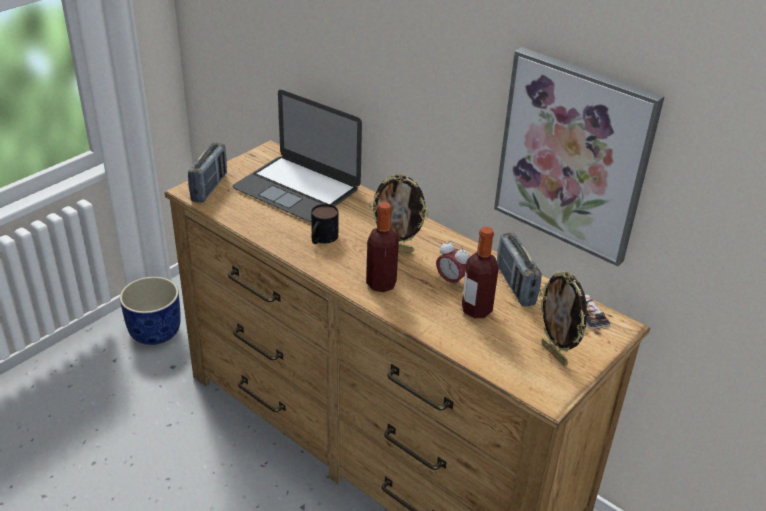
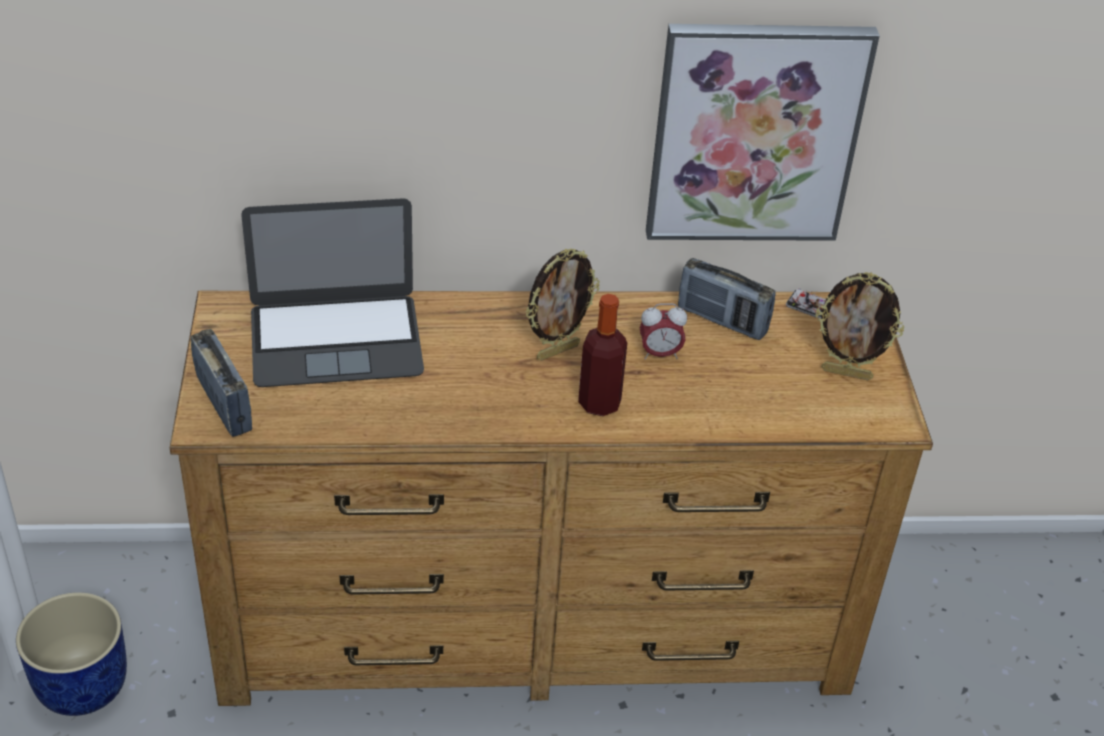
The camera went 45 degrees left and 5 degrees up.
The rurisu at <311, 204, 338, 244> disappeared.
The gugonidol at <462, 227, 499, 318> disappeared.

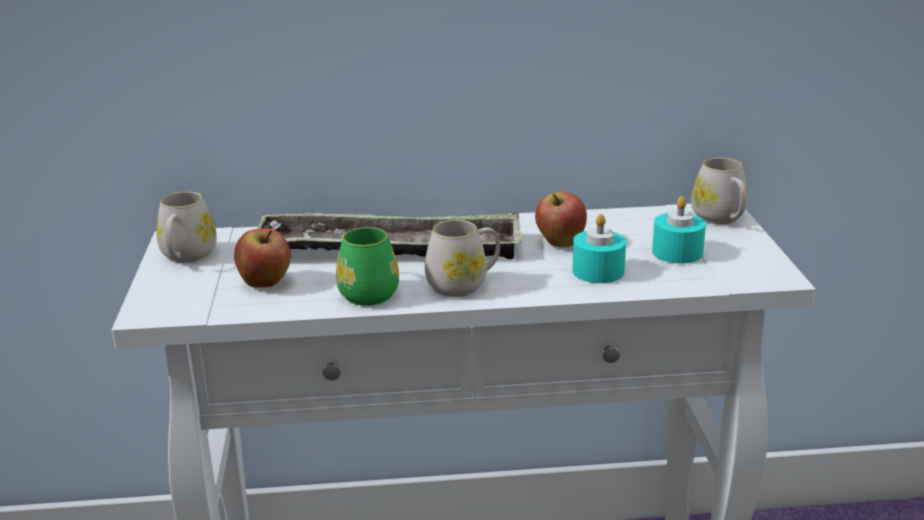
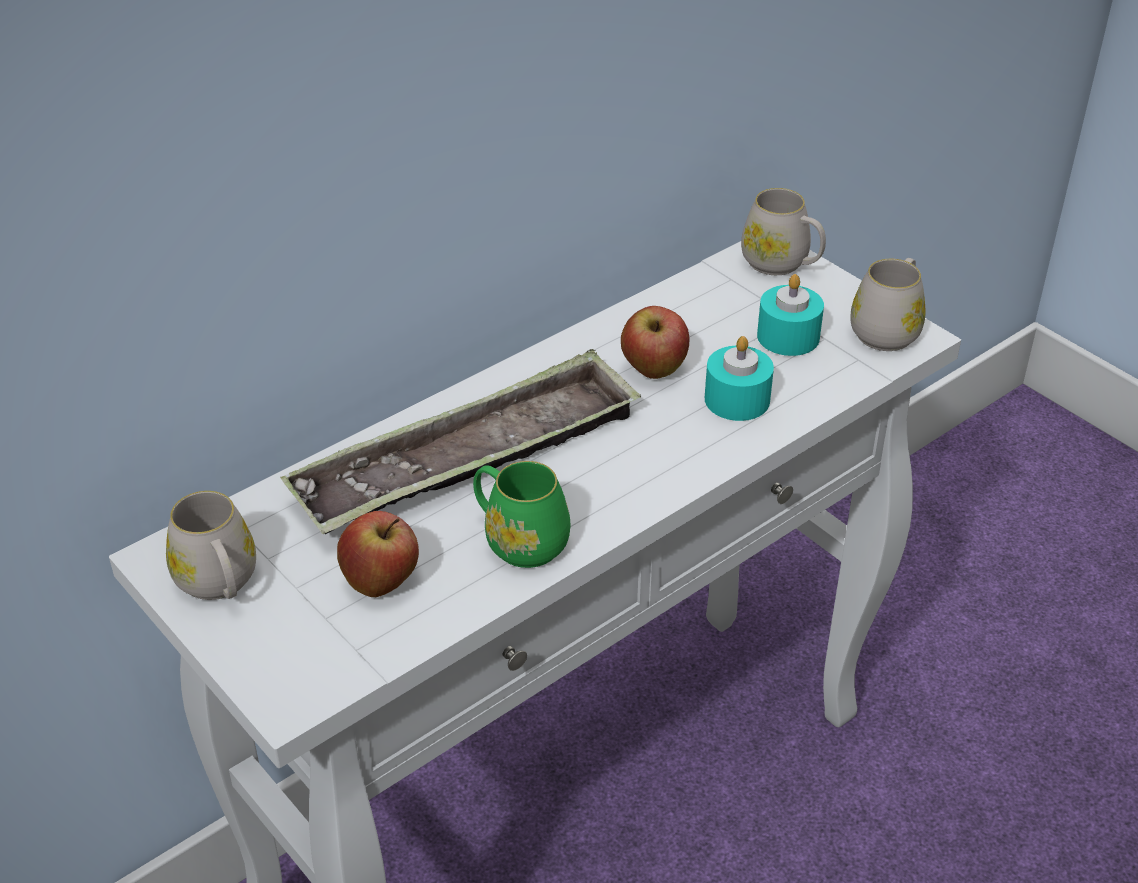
The camera went 35 degrees left and 15 degrees up.
The white rurisu moved from <425, 220, 500, 297> to <850, 258, 926, 351>.

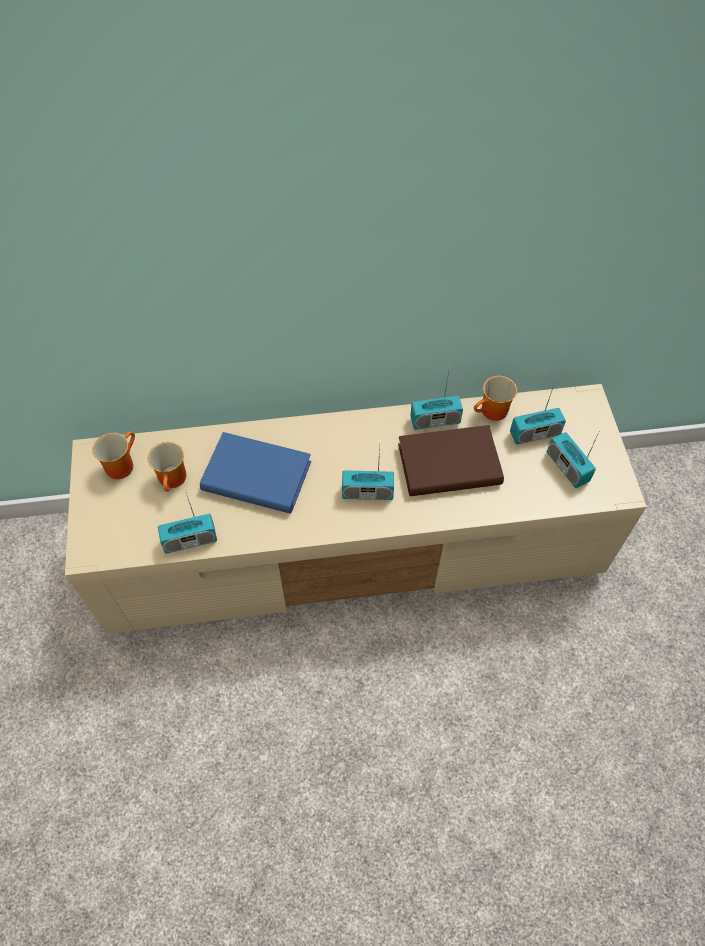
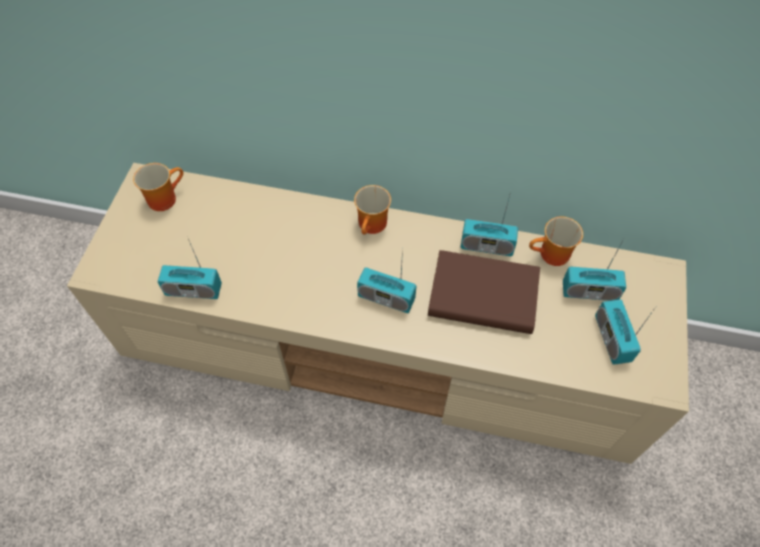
The camera went 20 degrees right and 0 degrees up.
The rurisu moved from <148, 442, 186, 492> to <354, 185, 391, 234>.
The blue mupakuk at <200, 432, 311, 513> disappeared.

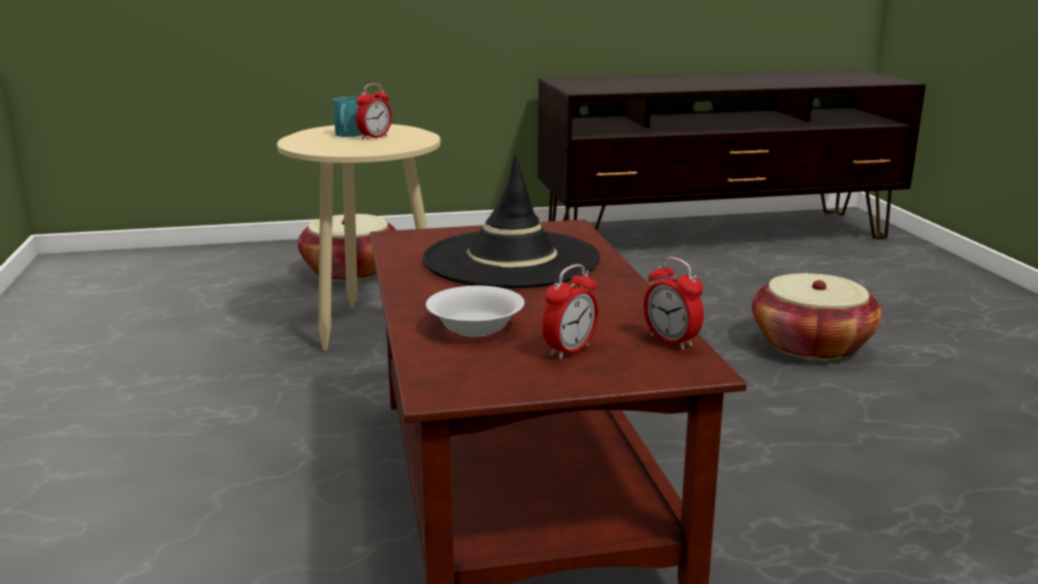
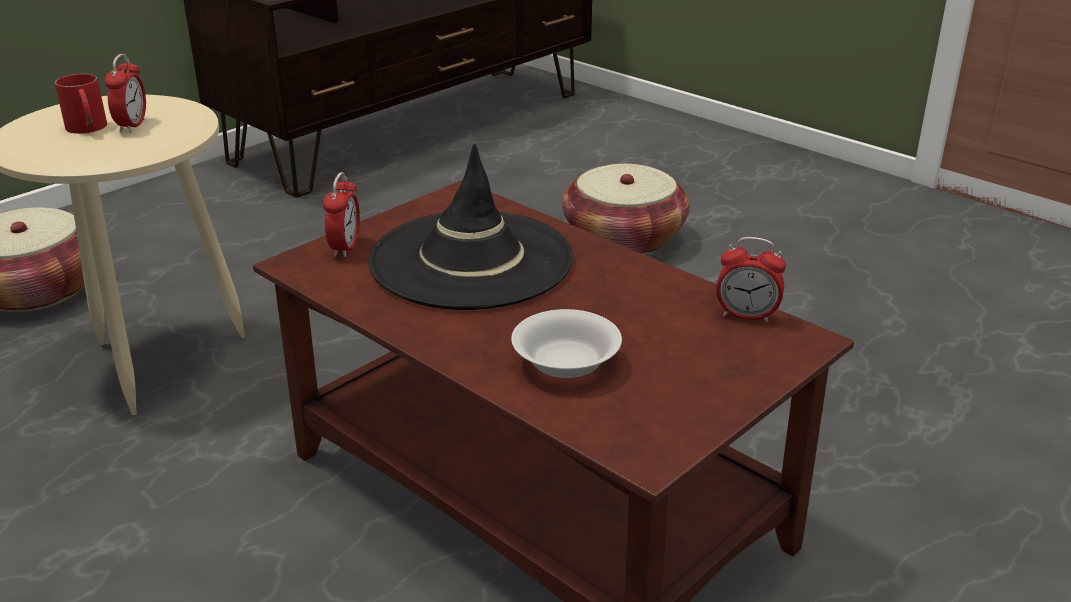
The camera went 35 degrees left and 10 degrees up.
The turquoise rurisu at <333, 97, 363, 137> became the red rurisu at <55, 74, 107, 134>.
The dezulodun moved from <542, 264, 599, 359> to <323, 172, 360, 258>.

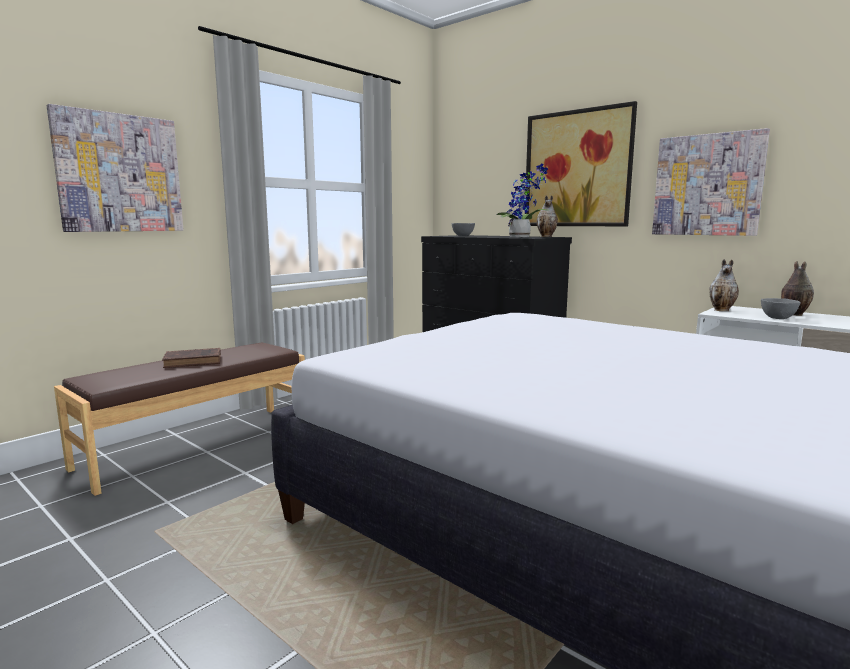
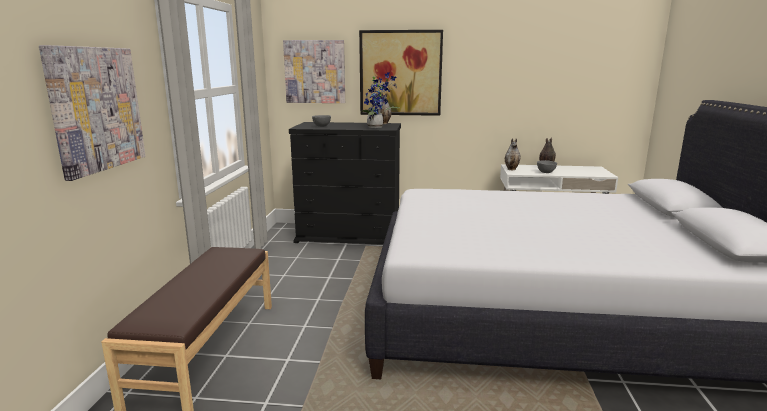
The camera went 35 degrees left and 5 degrees up.
The brown mupakuk at <162, 348, 221, 368> disappeared.
The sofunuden moved from <652, 128, 770, 236> to <283, 40, 345, 103>.

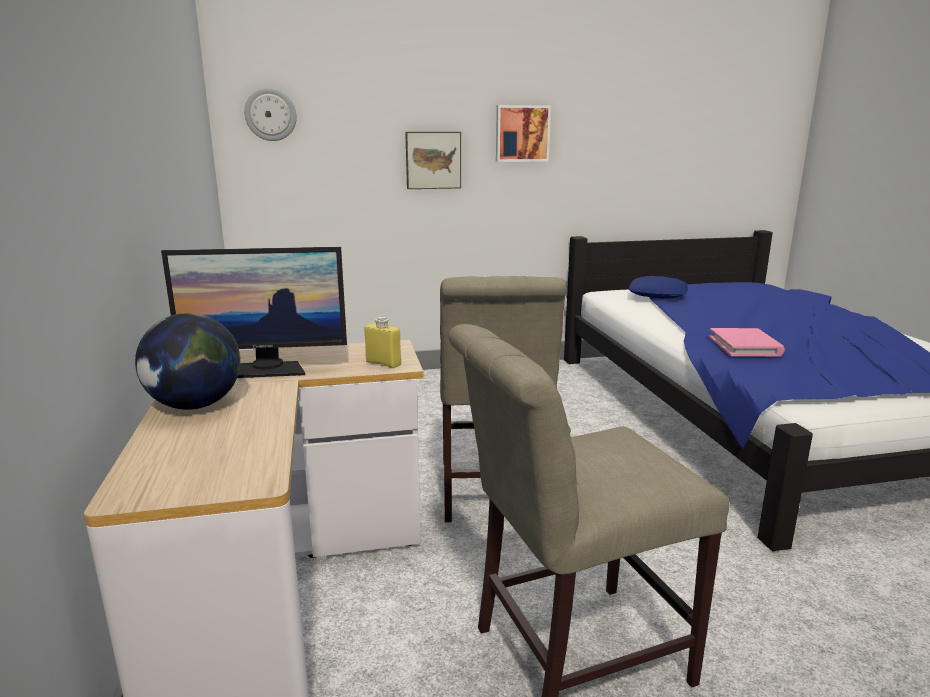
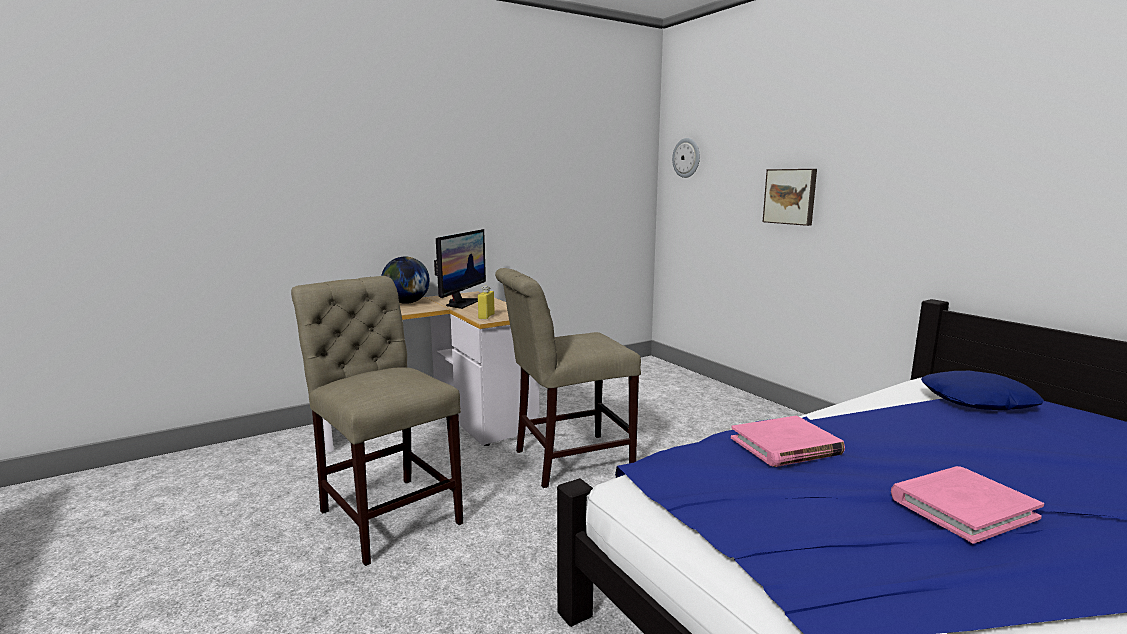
The camera went 70 degrees right and 5 degrees down.
The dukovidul at <161, 247, 347, 378> turned 135 degrees counterclockwise.
The sofunuden at <496, 105, 551, 162> disappeared.
The pink mupakuk at <891, 466, 1044, 544> appeared.

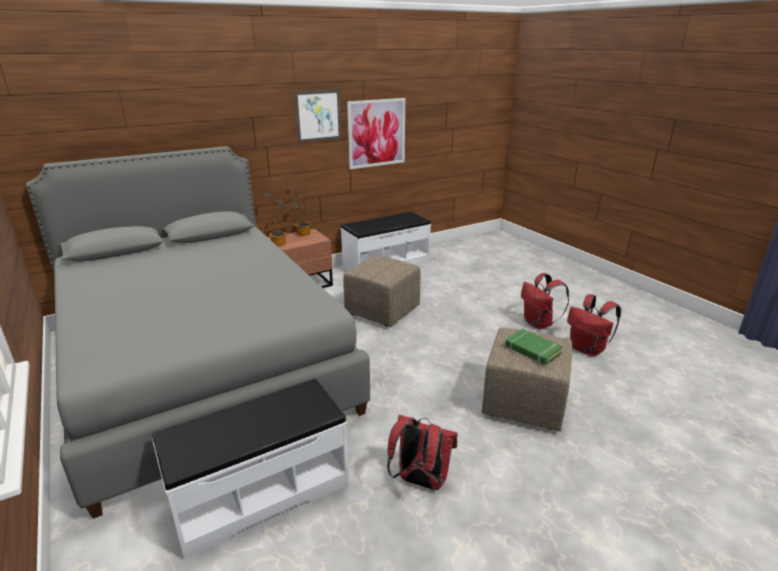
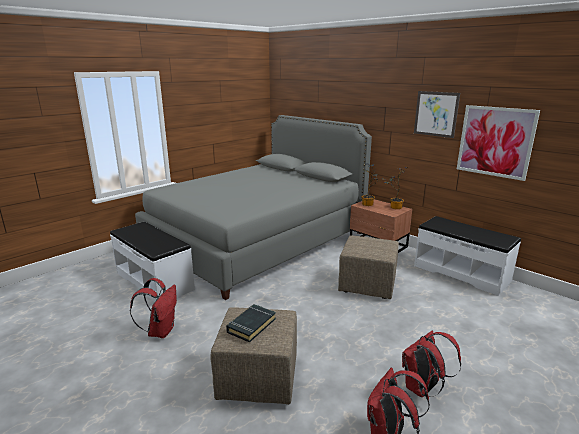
The camera went 75 degrees right and 5 degrees down.
The green mupakuk at <505, 329, 563, 365> became the black mupakuk at <226, 304, 276, 343>.

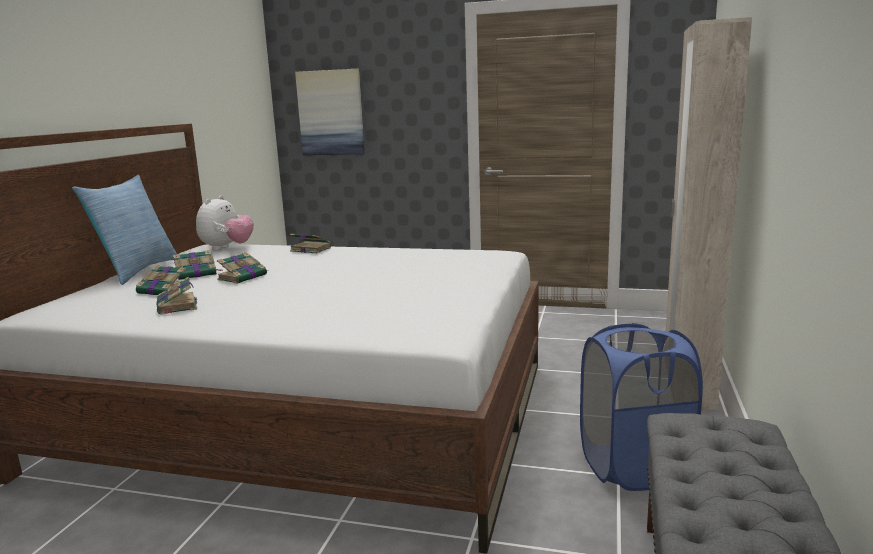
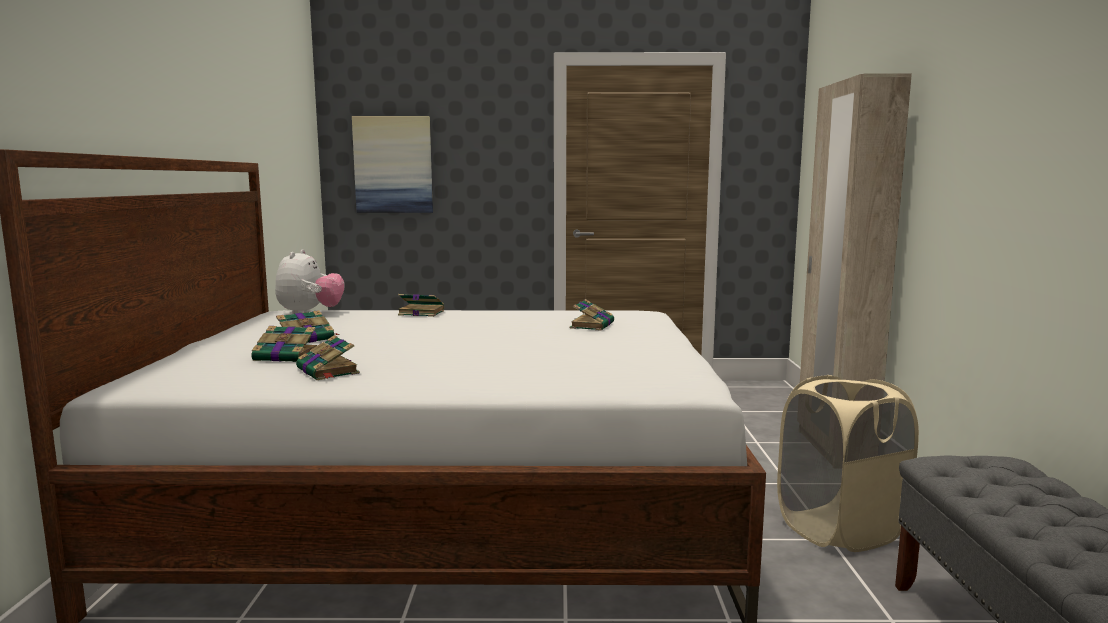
The camera went 15 degrees left and 5 degrees down.
The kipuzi at <72, 175, 177, 285> disappeared.
The mupakuk moved from <217, 252, 269, 284> to <570, 299, 614, 331>.
The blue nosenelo at <580, 323, 703, 491> became the beige nosenelo at <777, 375, 919, 552>.

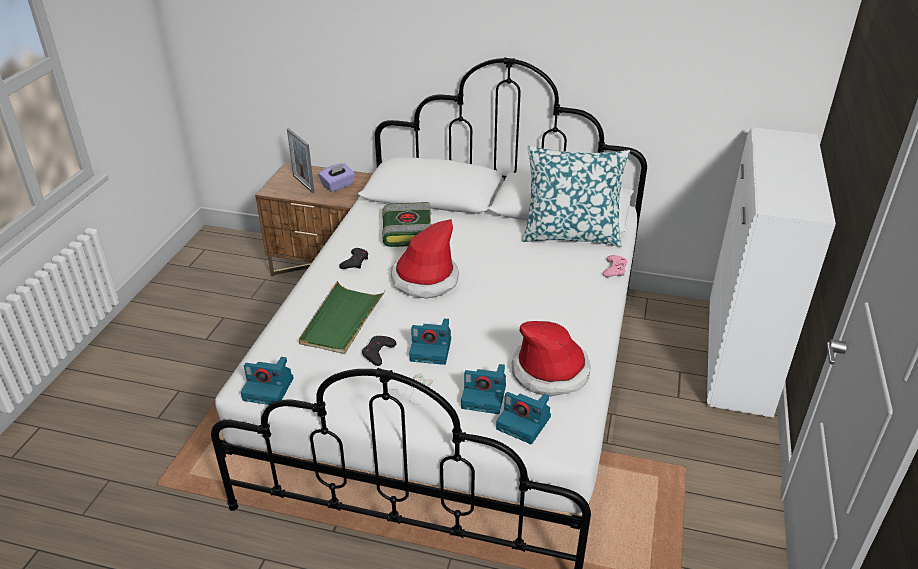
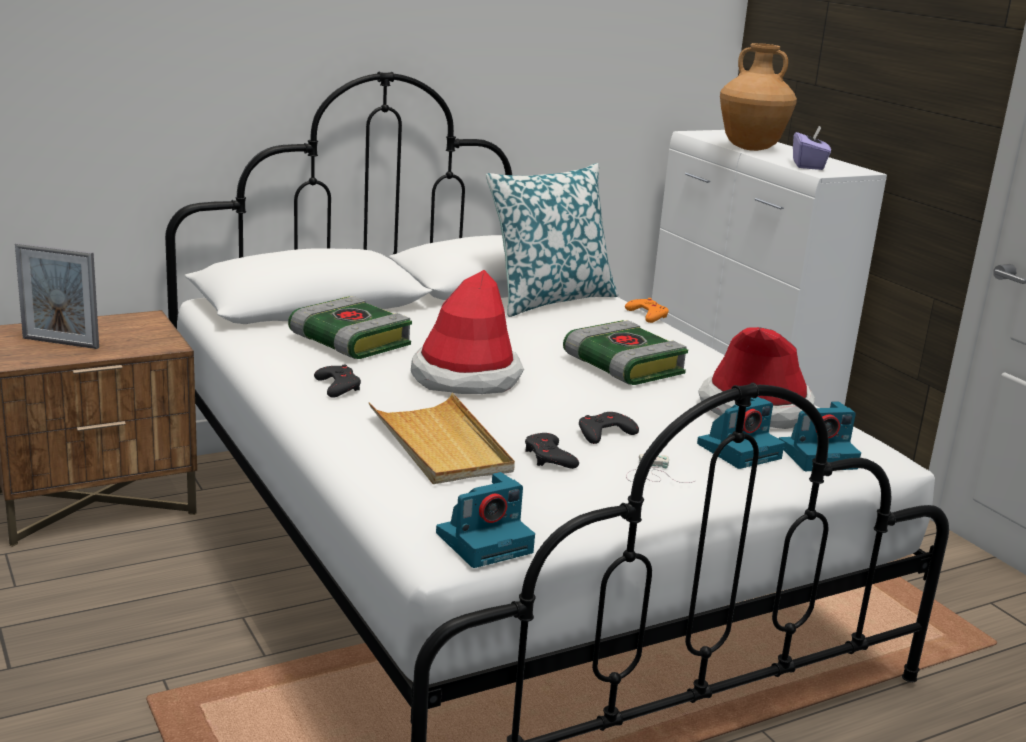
The camera went 45 degrees left and 15 degrees down.
The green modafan at <299, 281, 385, 354> became the beige modafan at <368, 393, 515, 484>.
The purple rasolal moved from <319, 163, 355, 192> to <793, 125, 831, 170>.
The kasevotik at <409, 318, 451, 365> was replaced by the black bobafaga at <579, 412, 639, 444>.
The pink bobafaga at <603, 255, 627, 277> became the orange bobafaga at <625, 298, 669, 323>.
The mupakuk at <563, 320, 688, 385> appeared.
The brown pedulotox at <720, 43, 797, 151> appeared.

